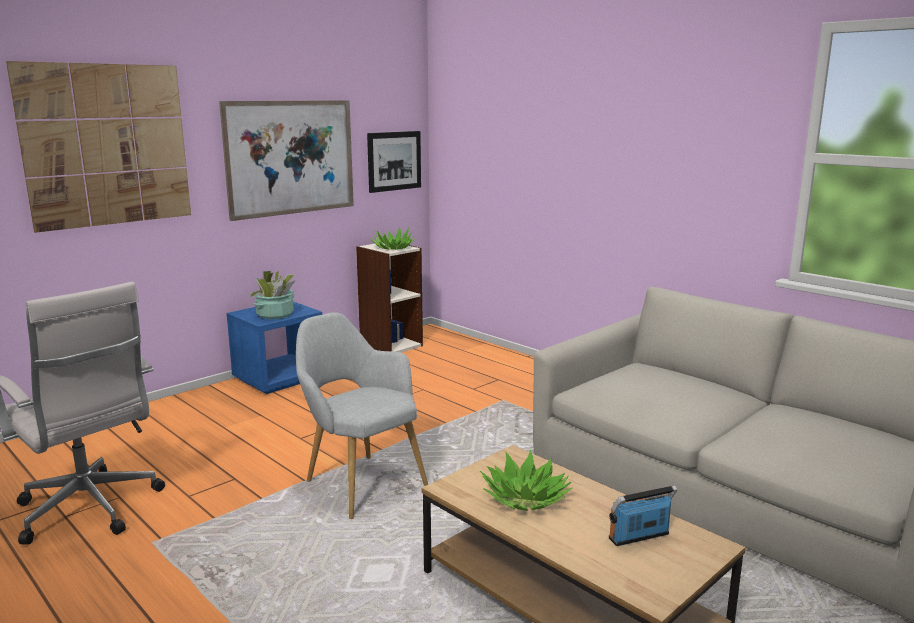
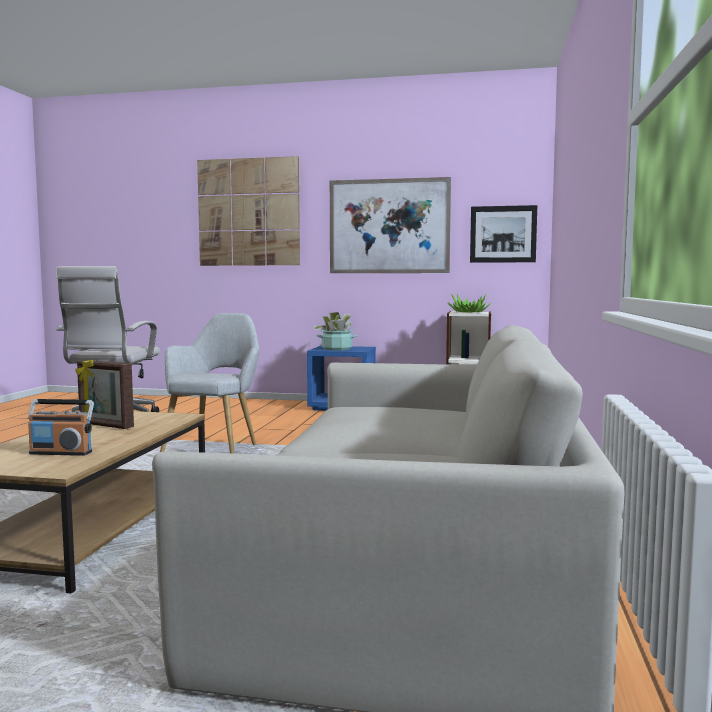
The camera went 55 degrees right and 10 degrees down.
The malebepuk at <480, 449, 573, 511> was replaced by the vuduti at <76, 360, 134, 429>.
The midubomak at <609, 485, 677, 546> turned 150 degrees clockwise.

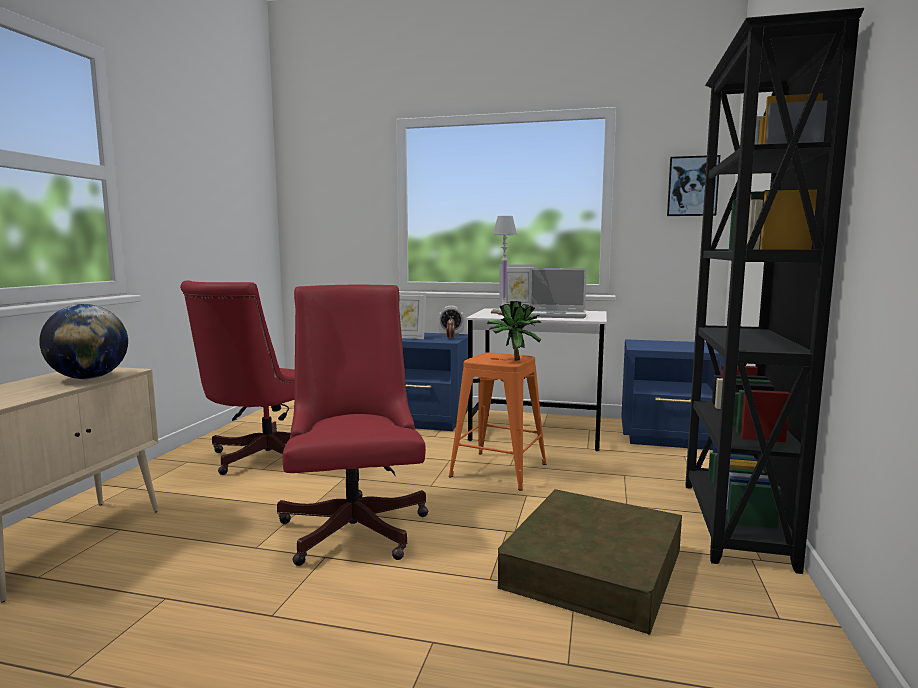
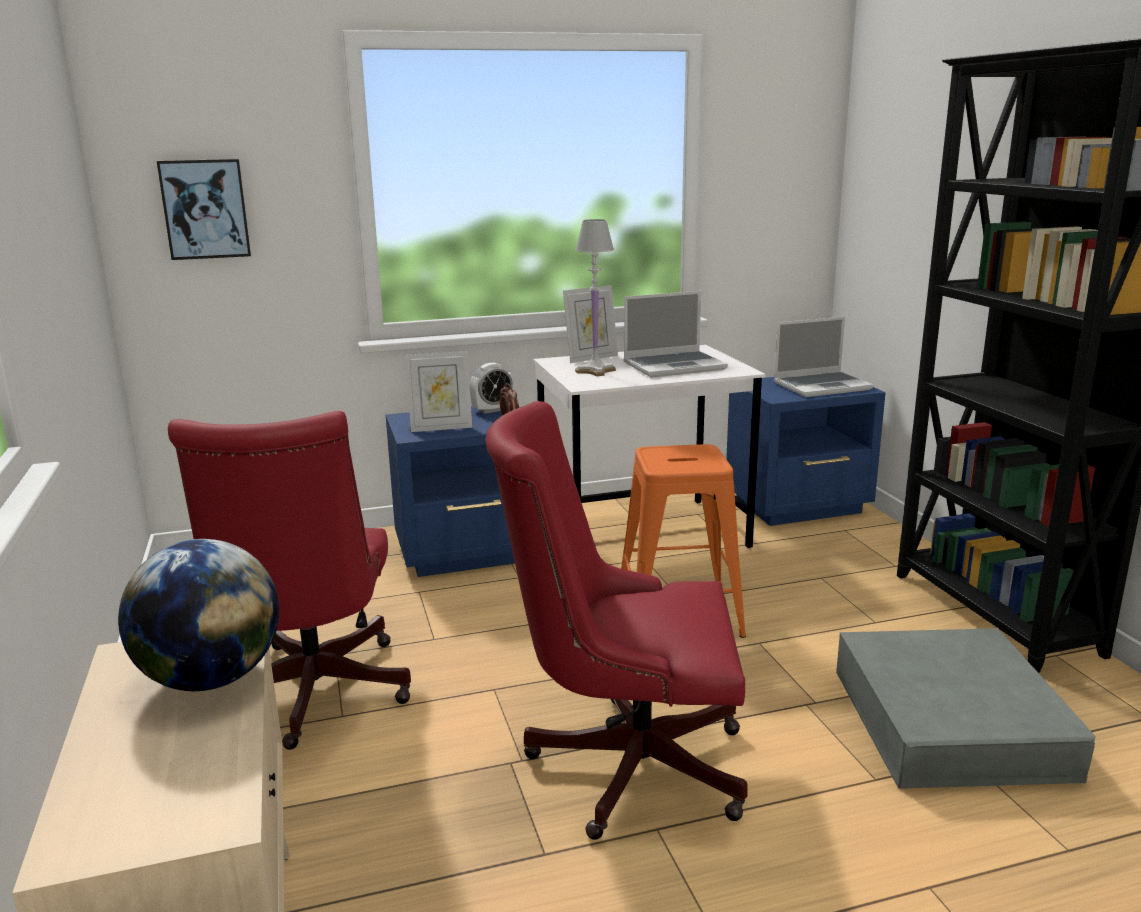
The camera went 30 degrees left and 10 degrees up.
The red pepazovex at <277, 285, 428, 566> turned 45 degrees counterclockwise.
The malebepuk at <487, 301, 543, 361> disappeared.
The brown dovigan at <498, 489, 682, 635> became the grey dovigan at <836, 628, 1096, 789>.
The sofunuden moved from <667, 155, 720, 216> to <157, 159, 251, 260>.
The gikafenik at <773, 317, 873, 397> appeared.

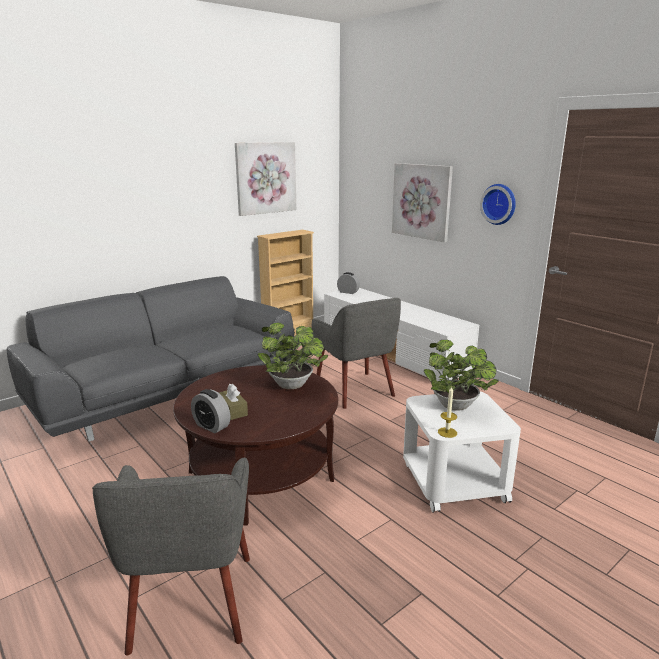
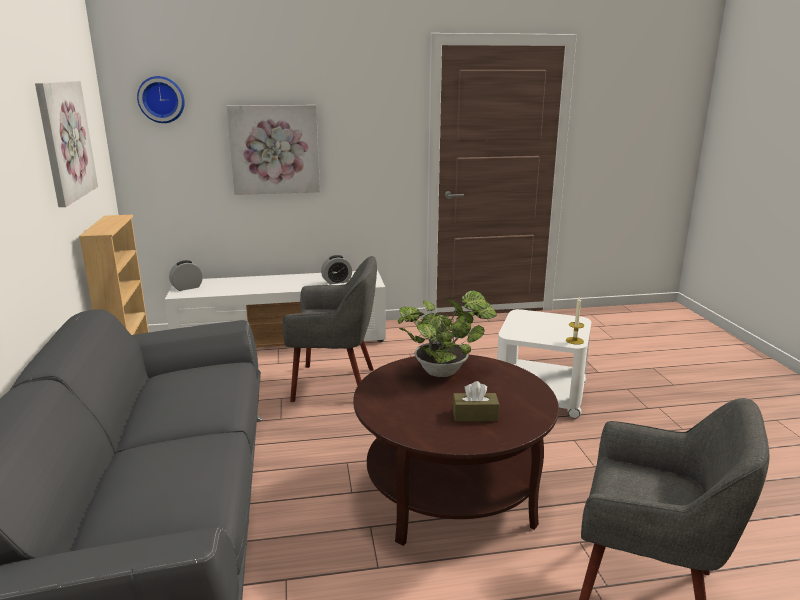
The camera went 60 degrees left and 0 degrees up.
The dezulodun moved from <191, 389, 230, 433> to <321, 255, 352, 285>.
The malebepuk at <424, 340, 499, 410> disappeared.
The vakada moved from <480, 184, 516, 225> to <137, 76, 185, 123>.

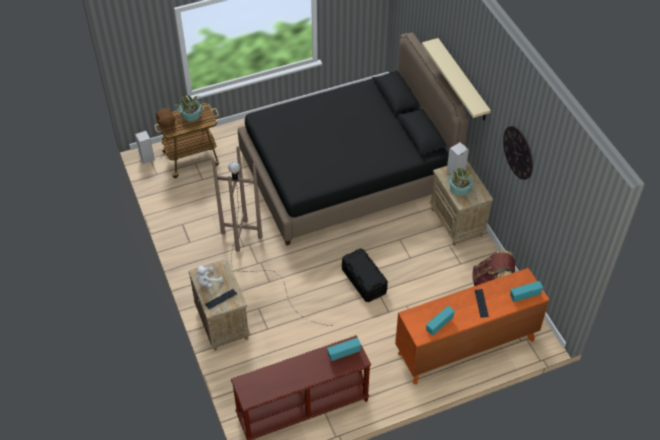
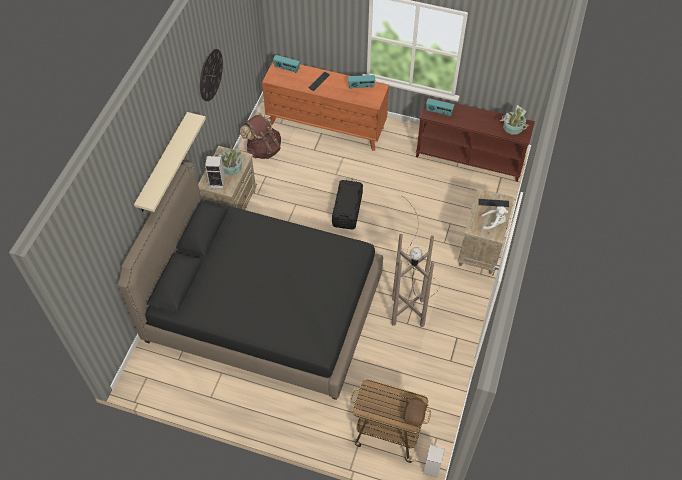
The camera went 140 degrees left and 5 degrees up.
The malebepuk moved from <174, 95, 204, 121> to <500, 105, 529, 135>.

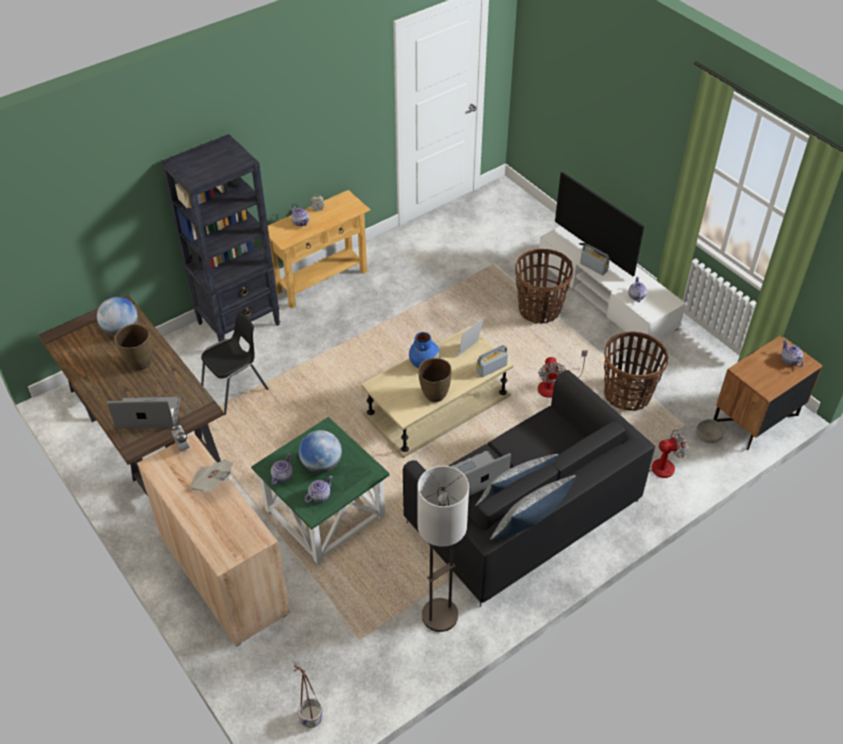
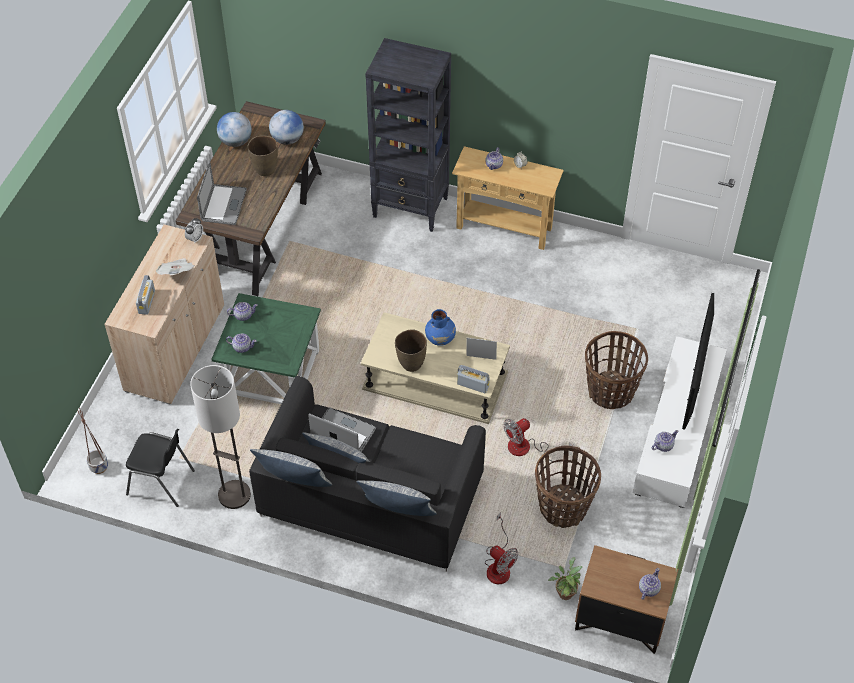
The camera went 55 degrees right and 5 degrees up.
The gikafenik at <107, 396, 180, 429> turned 45 degrees clockwise.
The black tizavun moved from <201, 312, 269, 415> to <126, 429, 195, 507>.
The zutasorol moved from <299, 430, 342, 473> to <217, 112, 252, 147>.
The midubomak moved from <580, 244, 610, 275> to <136, 275, 155, 315>.
The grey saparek at <696, 419, 725, 443> was replaced by the malebepuk at <548, 557, 582, 600>.
The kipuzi at <357, 480, 437, 516> appeared.

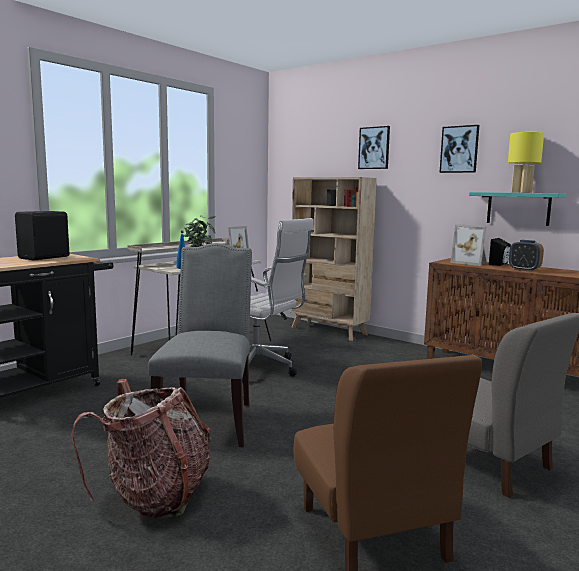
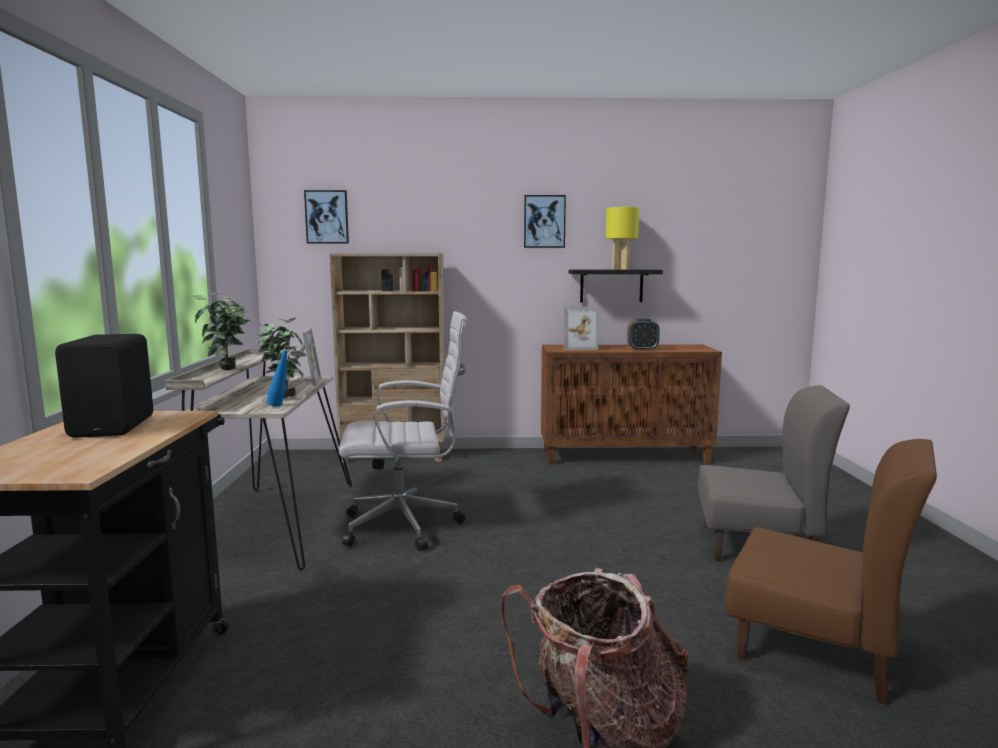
The camera went 40 degrees left and 0 degrees up.
The grey tizavun at <148, 243, 252, 447> disappeared.
The sofunuden moved from <358, 126, 390, 169> to <304, 190, 349, 244>.
The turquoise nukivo at <469, 192, 566, 226> became the black nukivo at <569, 270, 663, 302>.
The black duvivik at <489, 238, 511, 266> disappeared.
The malebepuk at <191, 293, 250, 370> appeared.

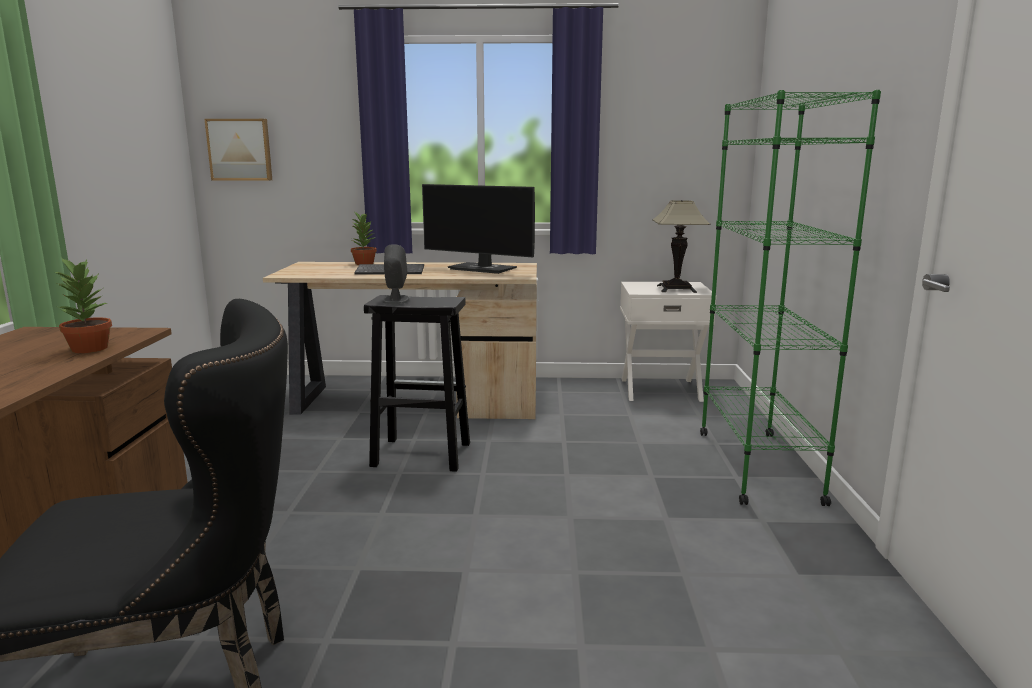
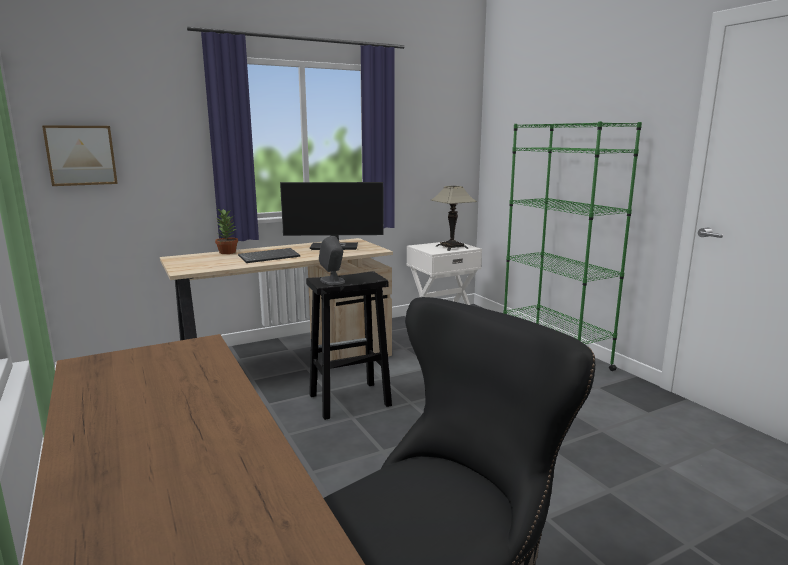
The camera went 30 degrees left and 0 degrees up.
The malebepuk at <53, 257, 112, 353> disappeared.

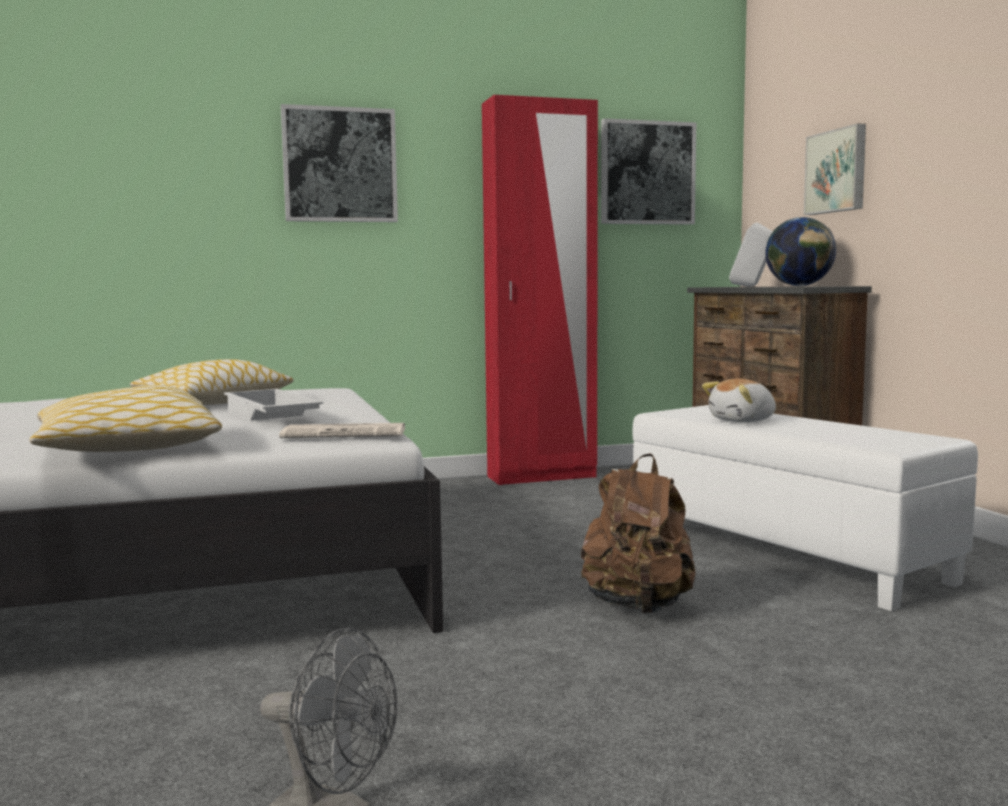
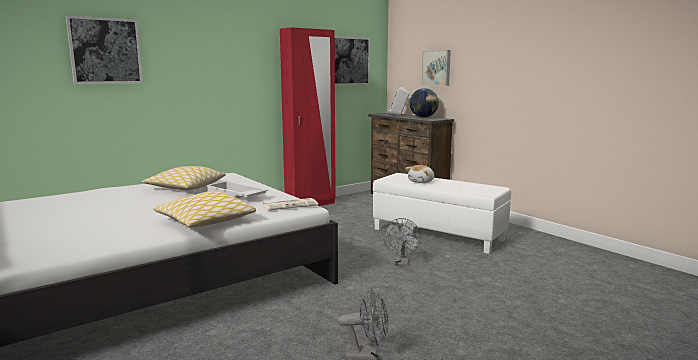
The camera went 20 degrees left and 5 degrees up.
The sofunuden moved from <281, 104, 398, 222> to <66, 15, 143, 84>.
The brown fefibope at <581, 454, 696, 613> was replaced by the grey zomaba at <383, 218, 421, 266>.

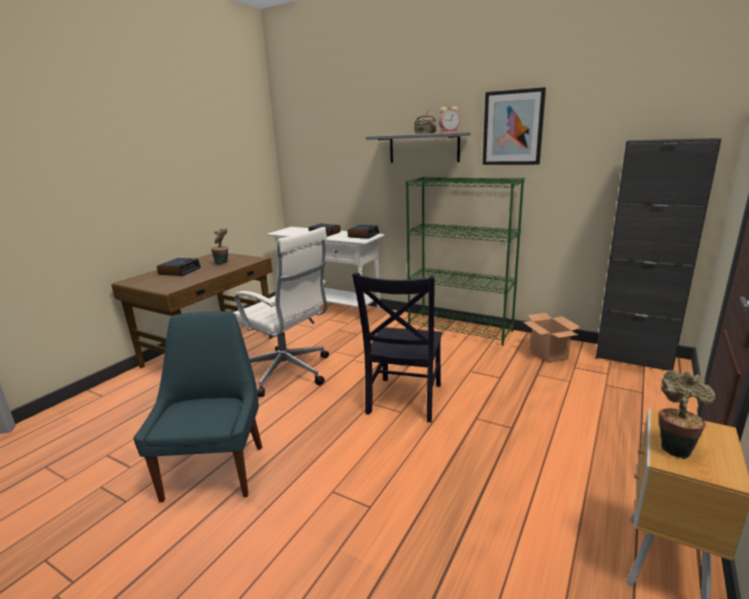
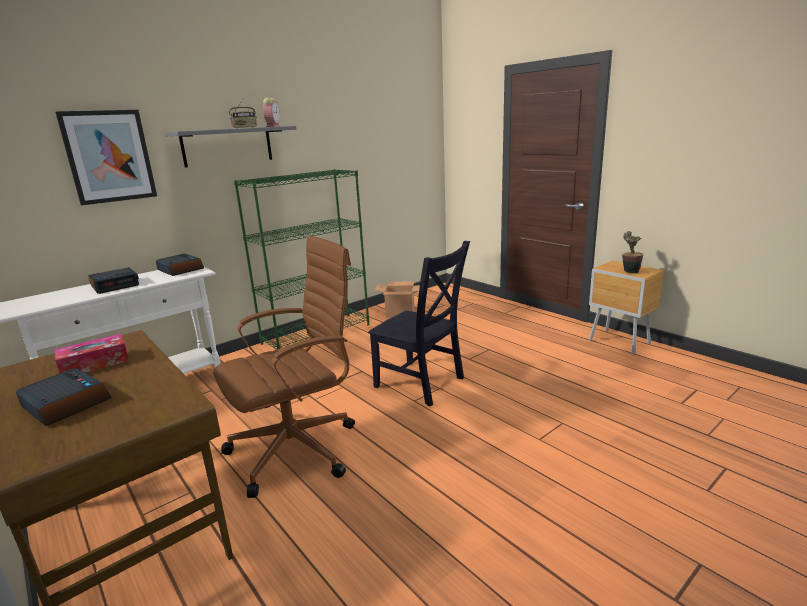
The camera went 70 degrees left and 0 degrees up.
The blue tizavun at <133, 311, 262, 502> disappeared.
The malebepuk at <211, 228, 228, 265> was replaced by the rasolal at <55, 334, 129, 373>.
The white pepazovex at <233, 227, 329, 397> became the brown pepazovex at <213, 235, 355, 498>.
The sofunuden moved from <483, 87, 546, 165> to <55, 110, 157, 205>.
The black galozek at <596, 138, 721, 371> disappeared.

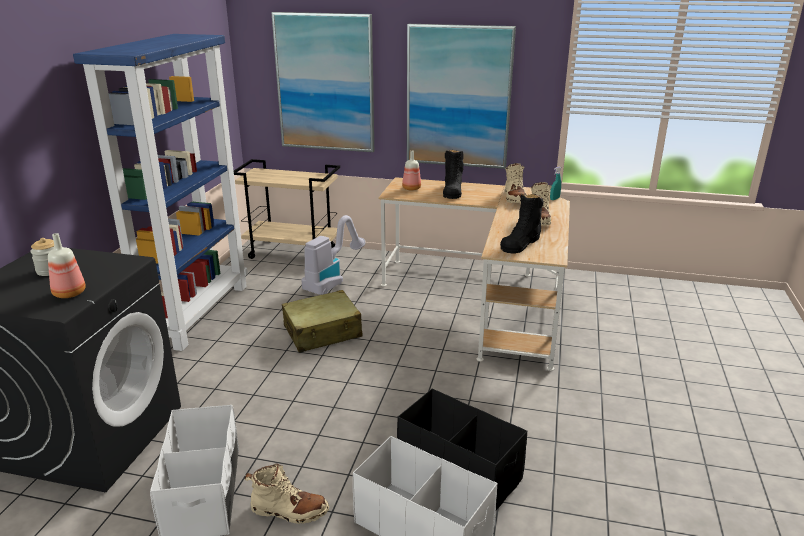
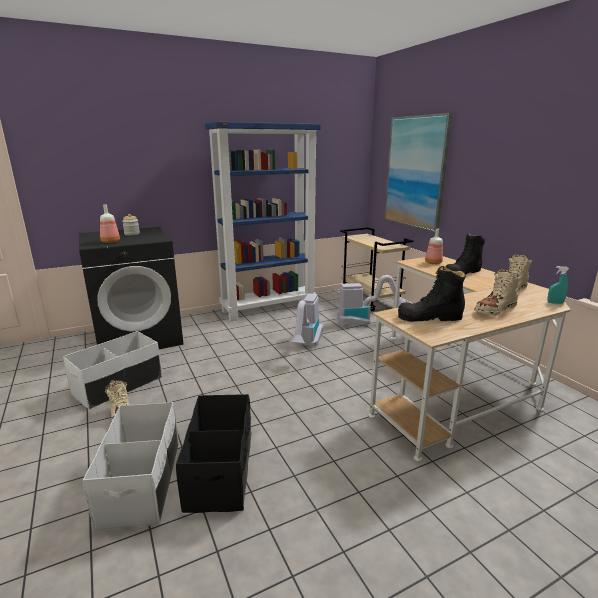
The camera went 50 degrees right and 5 degrees down.
The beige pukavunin at <282, 290, 362, 353> was replaced by the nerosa at <289, 293, 323, 346>.
The sofunuden at <407, 24, 516, 169> disappeared.

